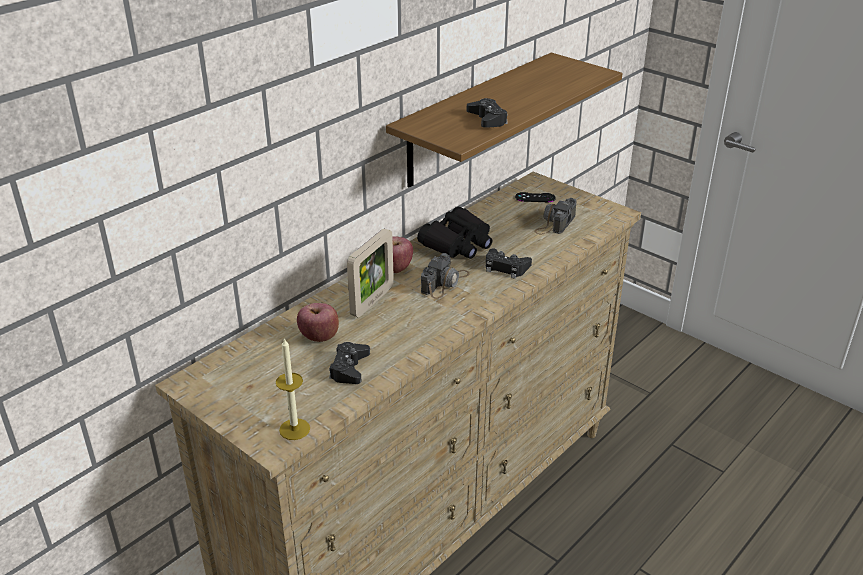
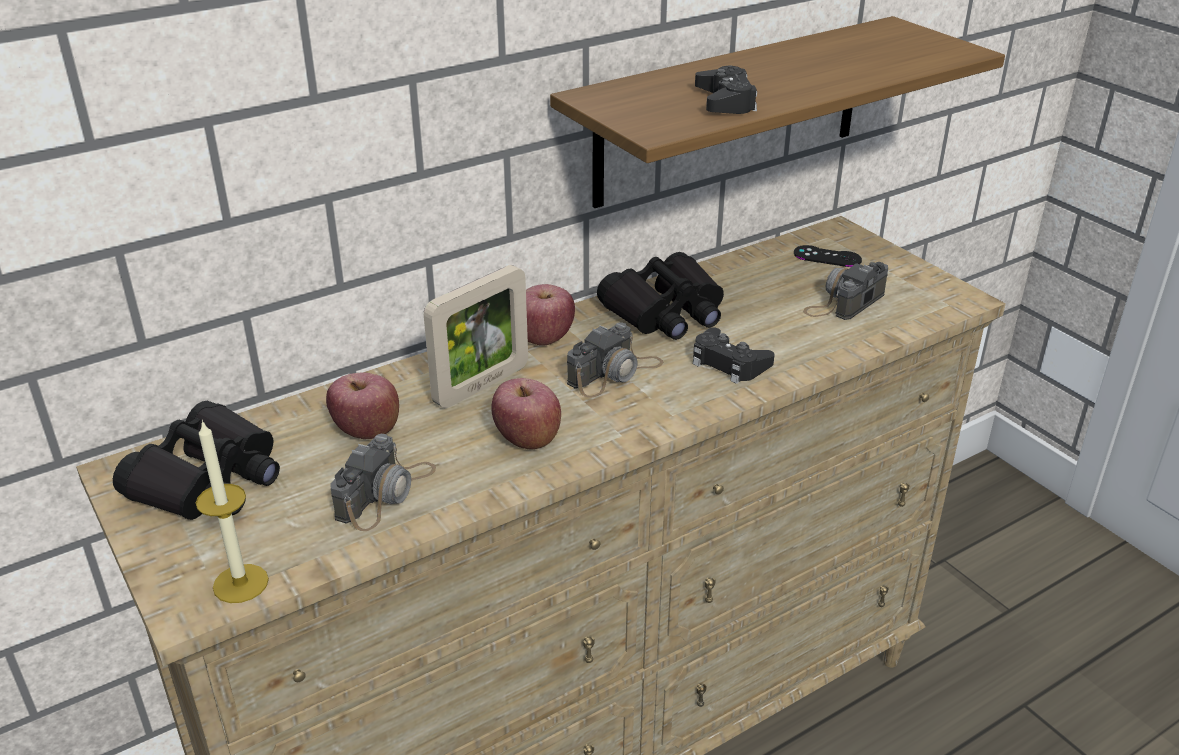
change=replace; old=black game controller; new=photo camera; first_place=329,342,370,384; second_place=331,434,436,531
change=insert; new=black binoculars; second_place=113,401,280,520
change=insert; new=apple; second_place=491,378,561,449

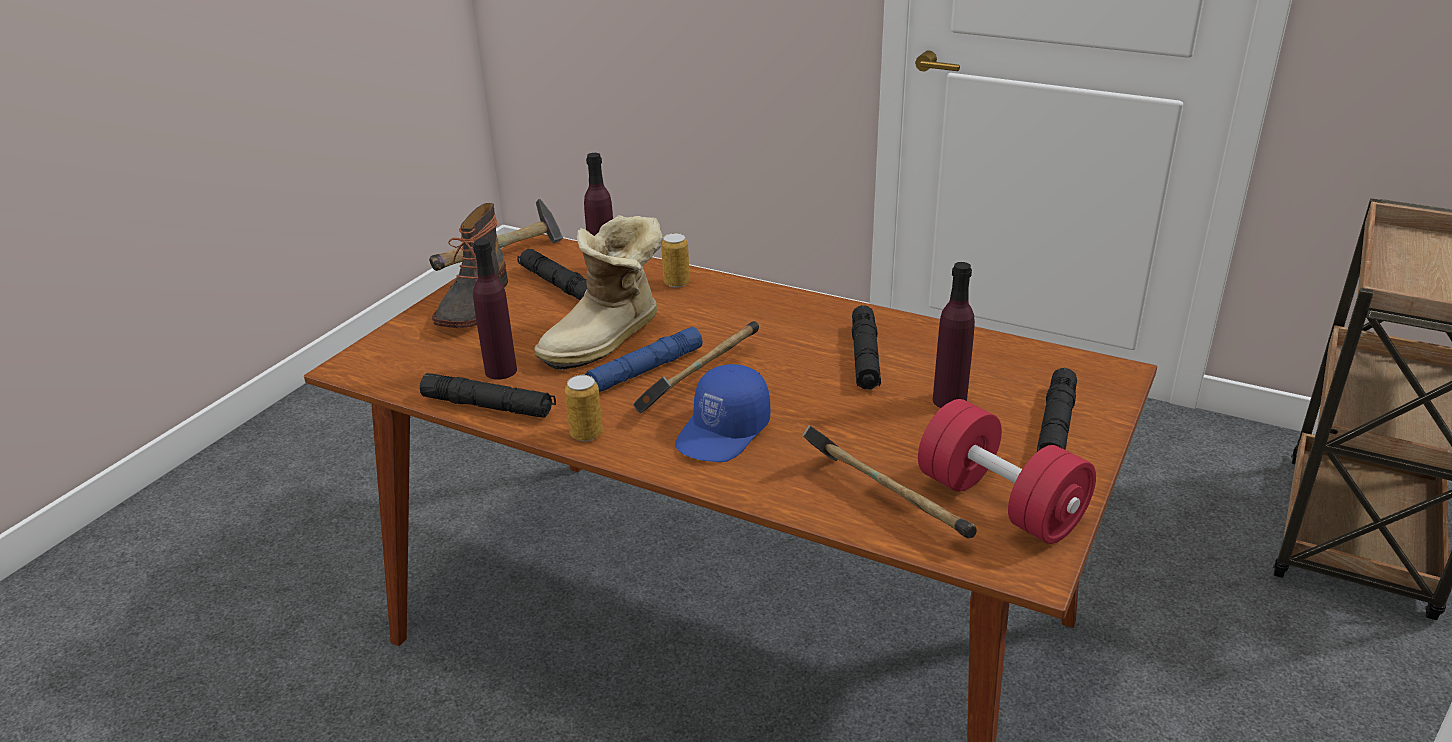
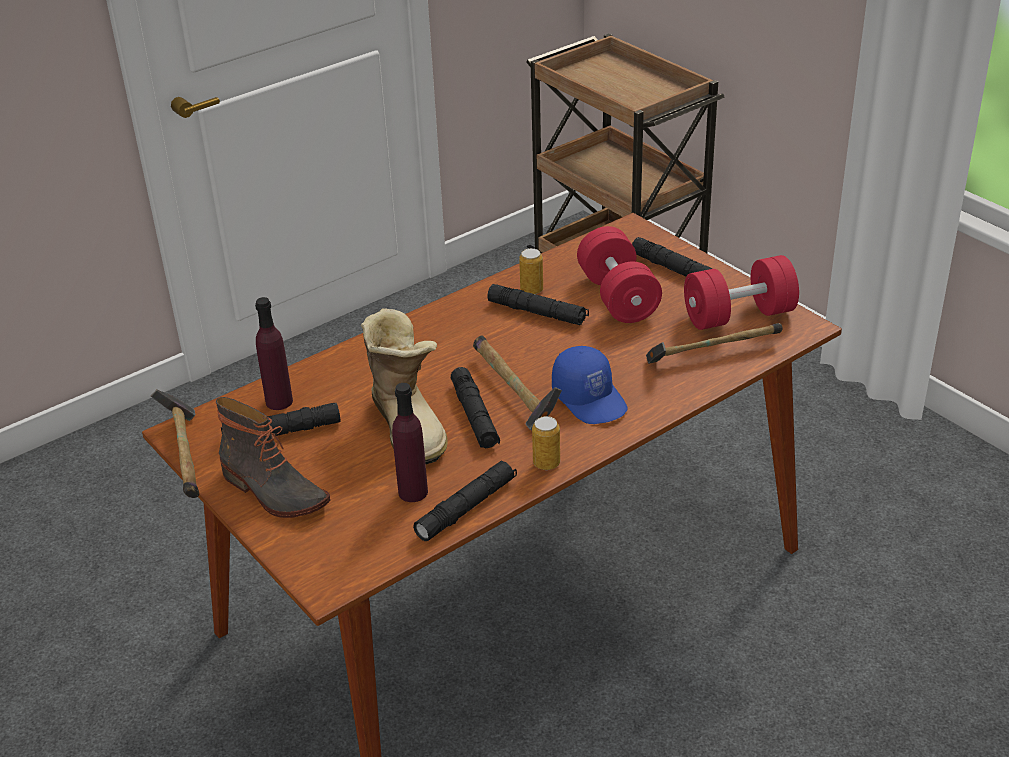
change=recolor; old=blue flashlight; new=black flashlight; first_place=584,327,703,392; second_place=451,367,500,448
change=move; old=can; first_place=661,233,690,287; second_place=519,248,543,295
change=replace; old=purple bottle; new=red dumbbell; first_place=933,262,975,408; second_place=577,226,662,323

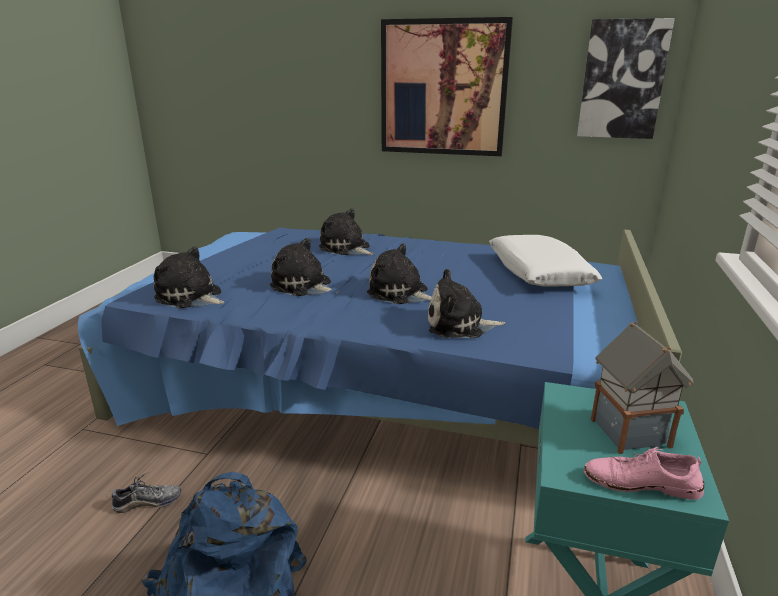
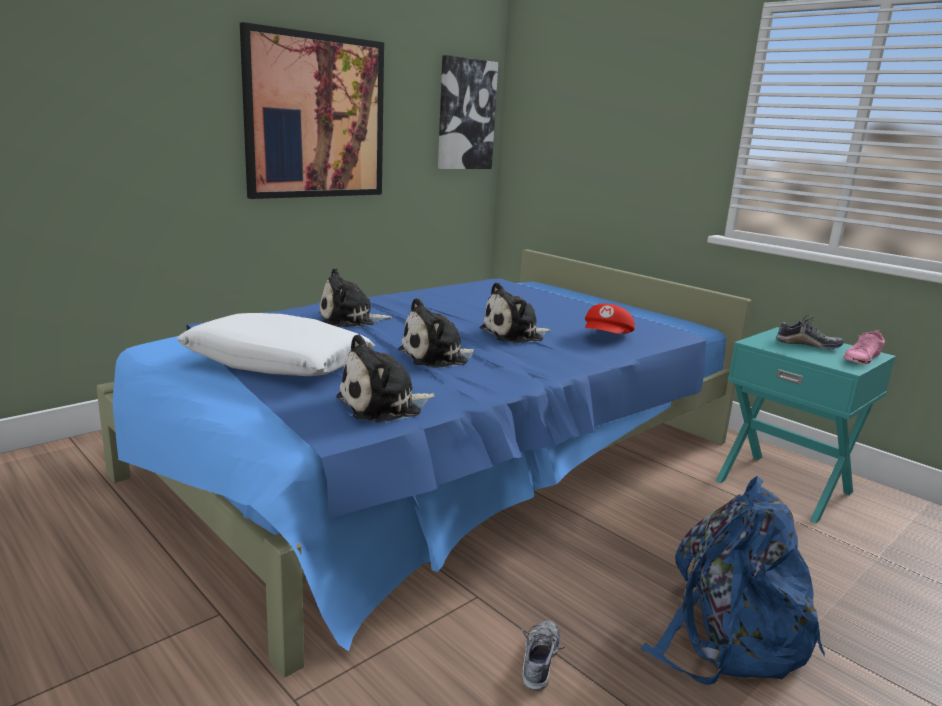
change=replace; old=plush toy; new=red cap; first_place=428,269,505,338; second_place=585,304,635,334
change=move; old=white pillow; first_place=489,235,602,287; second_place=177,313,375,376
change=replace; old=toy house; new=shoe; first_place=591,322,693,454; second_place=776,315,844,349

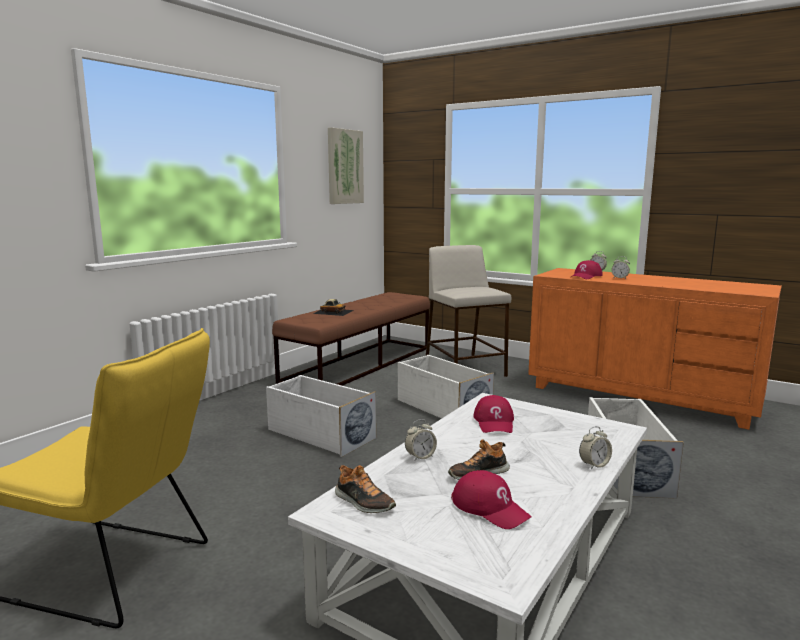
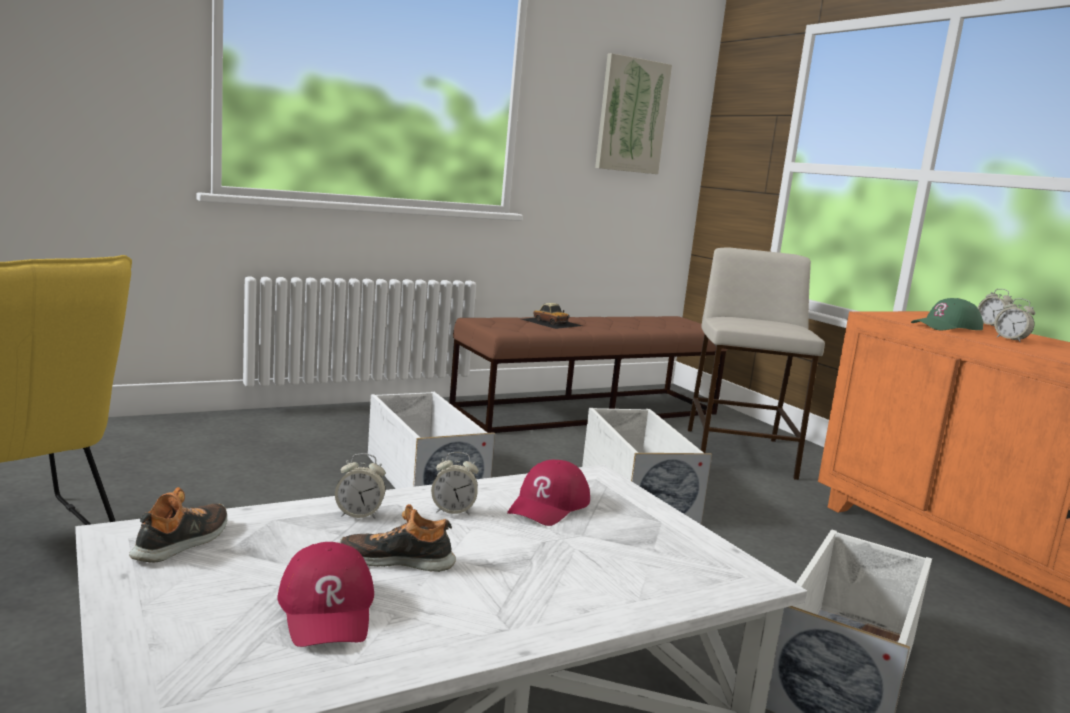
change=rotate; old=shoe; first_place=335,465,396,513; second_place=129,487,227,563; degrees=-135
change=recolor; old=red cap; new=green cap; first_place=571,260,602,279; second_place=911,298,983,330
change=move; old=alarm clock; first_place=579,426,612,469; second_place=431,452,479,515

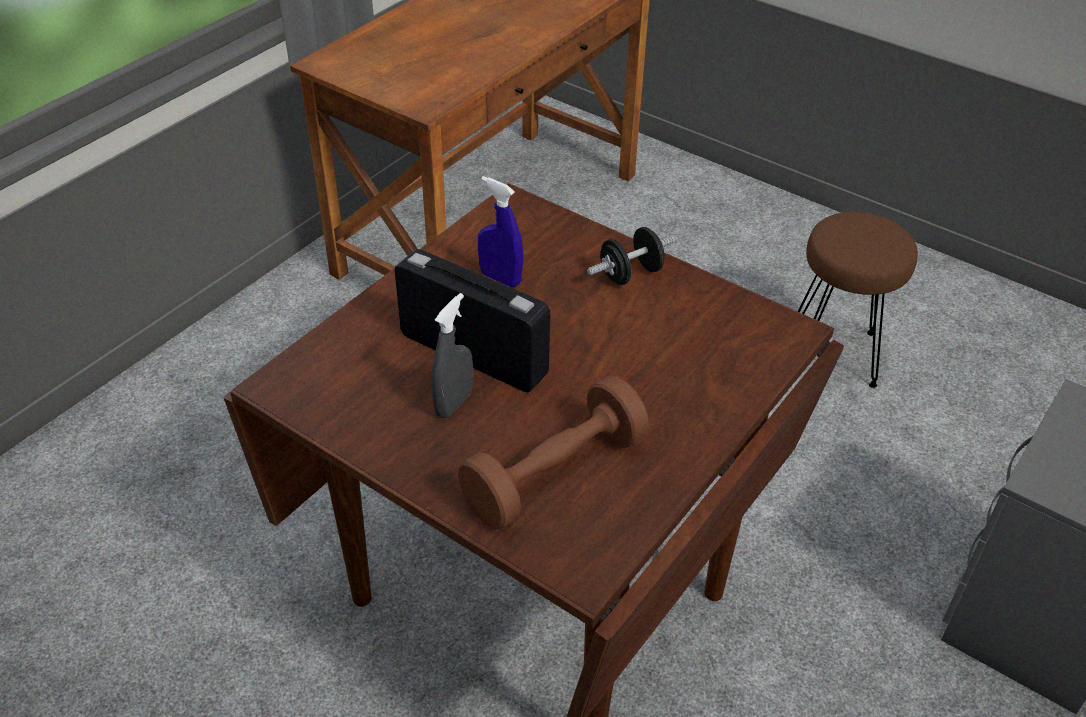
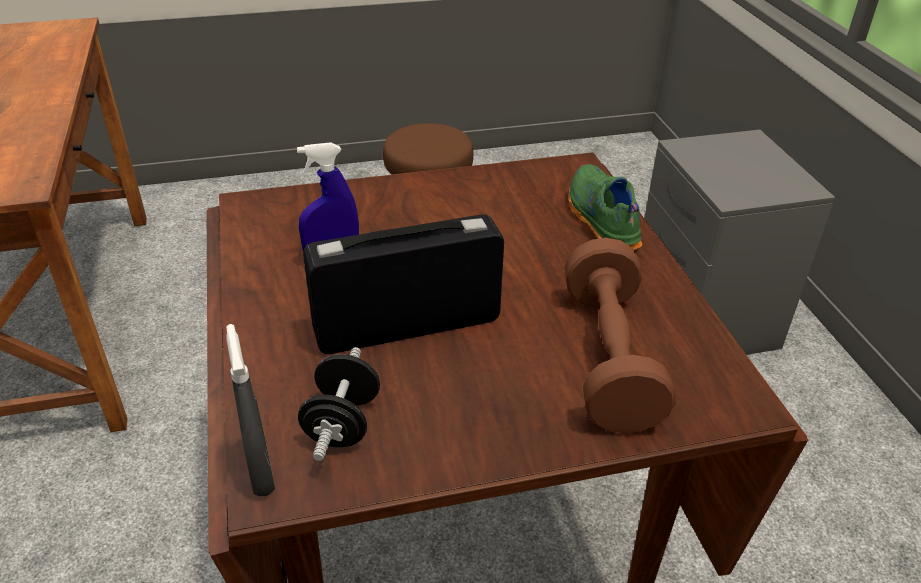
change=move; old=grey spray bottle; first_place=431,293,473,418; second_place=226,324,275,496
change=move; old=black dumbbell; first_place=587,227,675,285; second_place=298,347,380,461
change=insert; new=green shoe; second_place=568,164,642,251

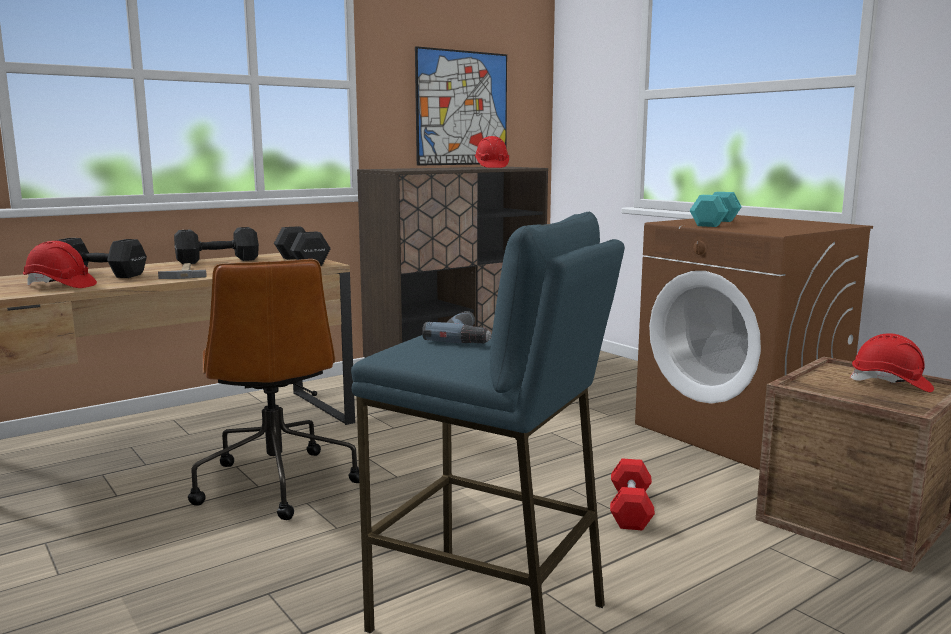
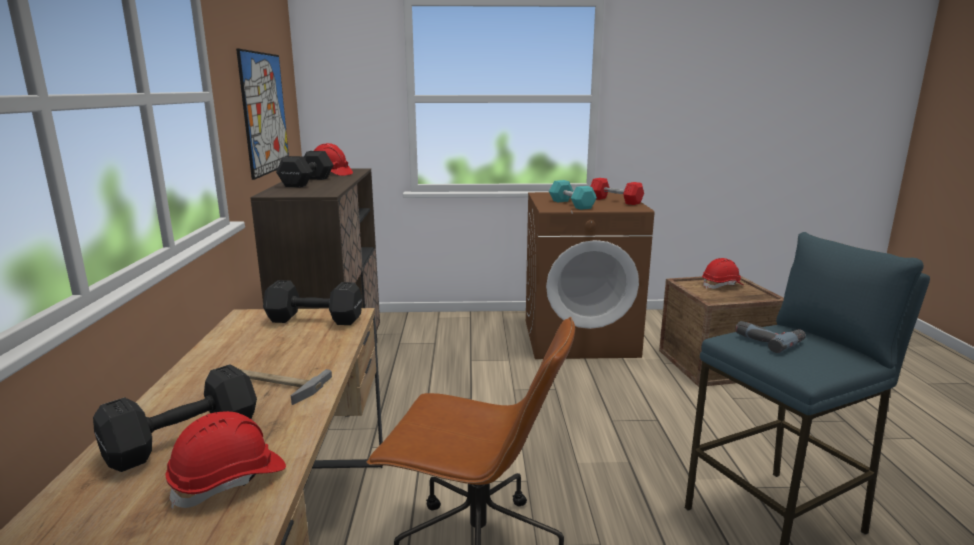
change=move; old=black dumbbell; first_place=174,227,259,264; second_place=276,151,333,187
change=move; old=red dumbbell; first_place=610,458,655,531; second_place=590,178,644,205

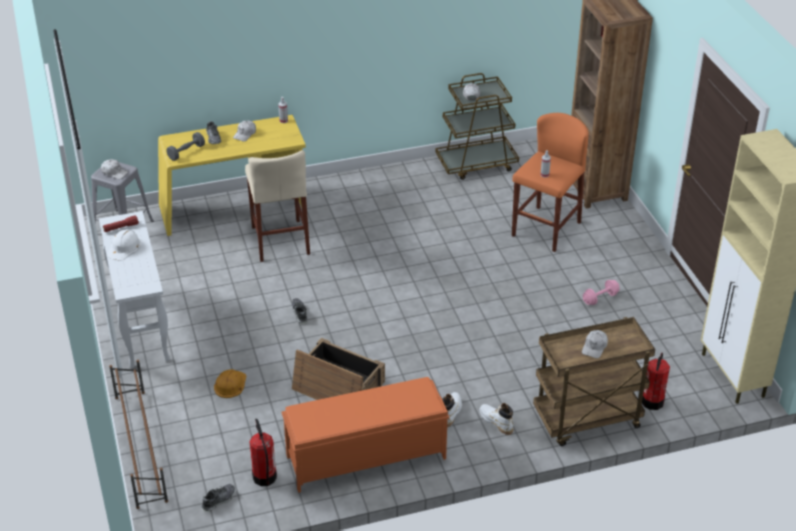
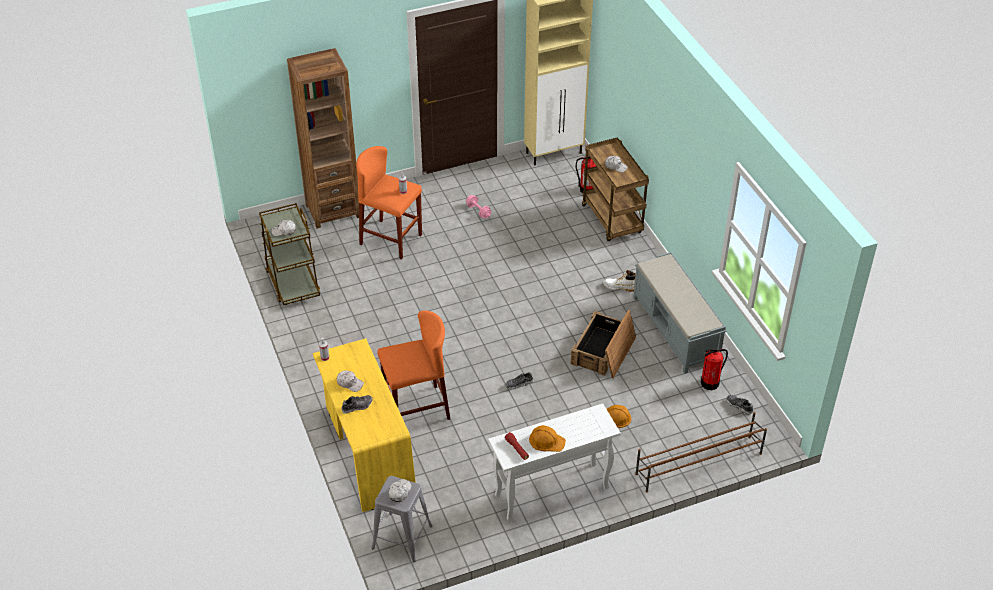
change=recolor; old=white hard hat; new=orange hard hat; first_place=107,229,142,261; second_place=529,425,566,452
change=delete; old=grey dumbbell; first_place=166,132,205,161
change=recolor; old=beige stool; new=orange stool; first_place=245,150,310,262; second_place=377,310,450,420
change=recolor; old=orange bench; new=grey bench; first_place=282,377,449,493; second_place=633,252,726,374
change=delete; old=white boot; first_place=479,403,513,435

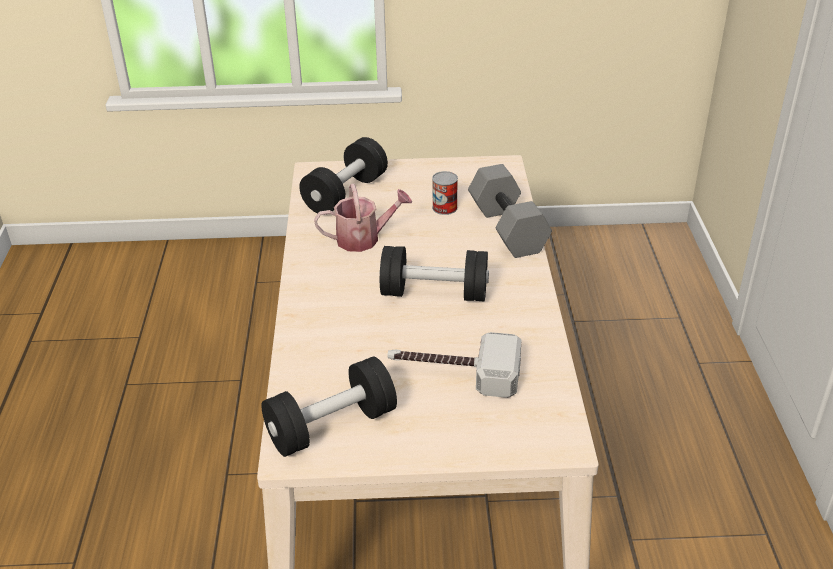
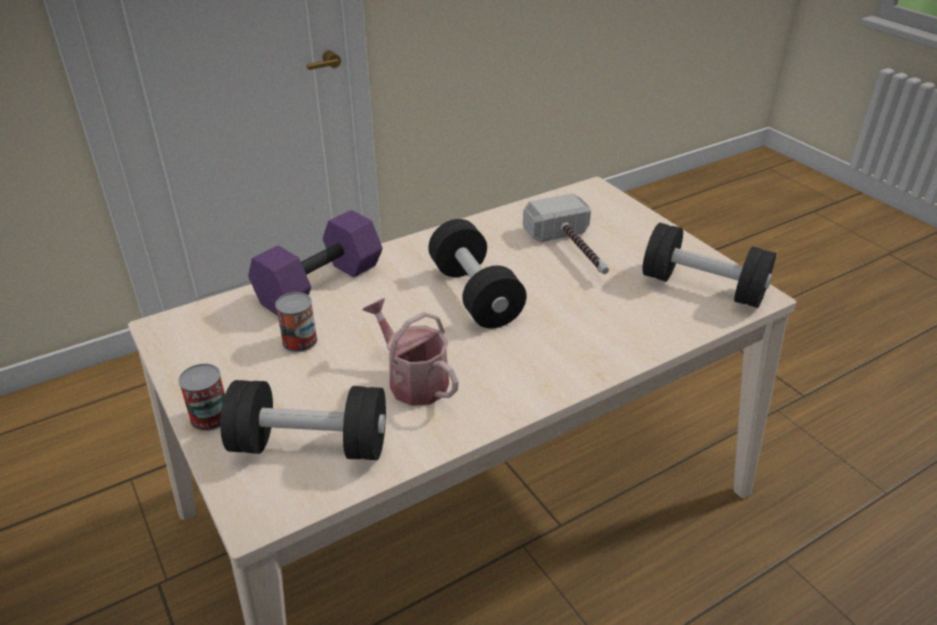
change=recolor; old=grey dumbbell; new=purple dumbbell; first_place=468,164,552,258; second_place=248,210,383,316
change=insert; new=can; second_place=178,363,225,431

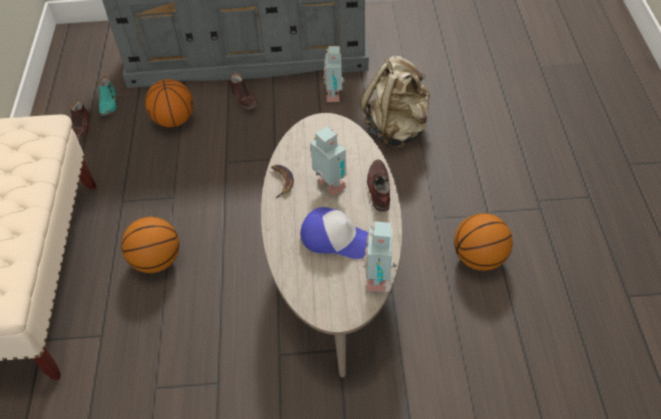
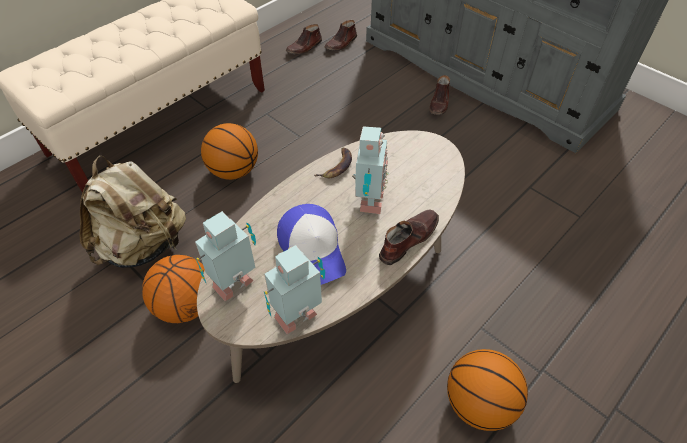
change=recolor; old=turquoise shoe; new=brown shoe; first_place=98,76,117,116; second_place=324,20,357,51
change=move; old=basketball; first_place=145,79,194,127; second_place=142,255,205,323
change=move; old=toy robot; first_place=323,46,346,102; second_place=195,211,256,301
change=move; old=beige backpack; first_place=360,56,430,149; second_place=79,155,186,268

